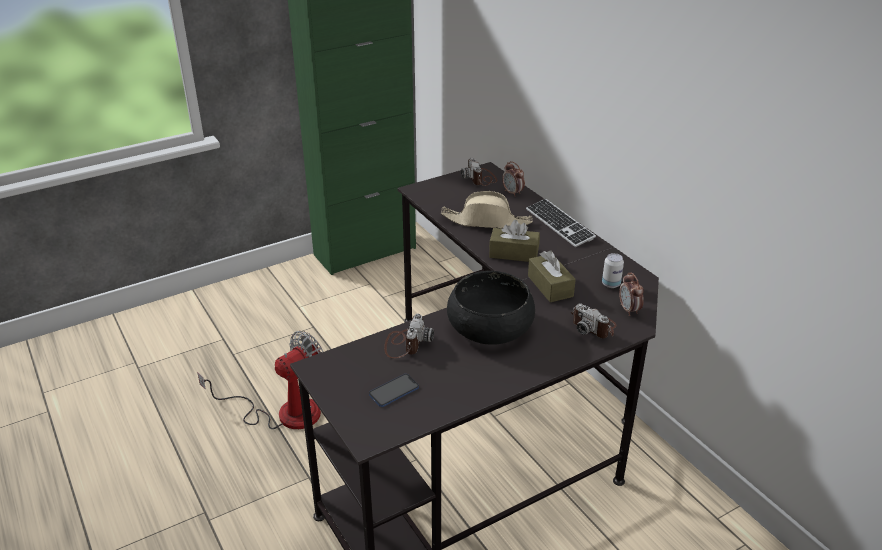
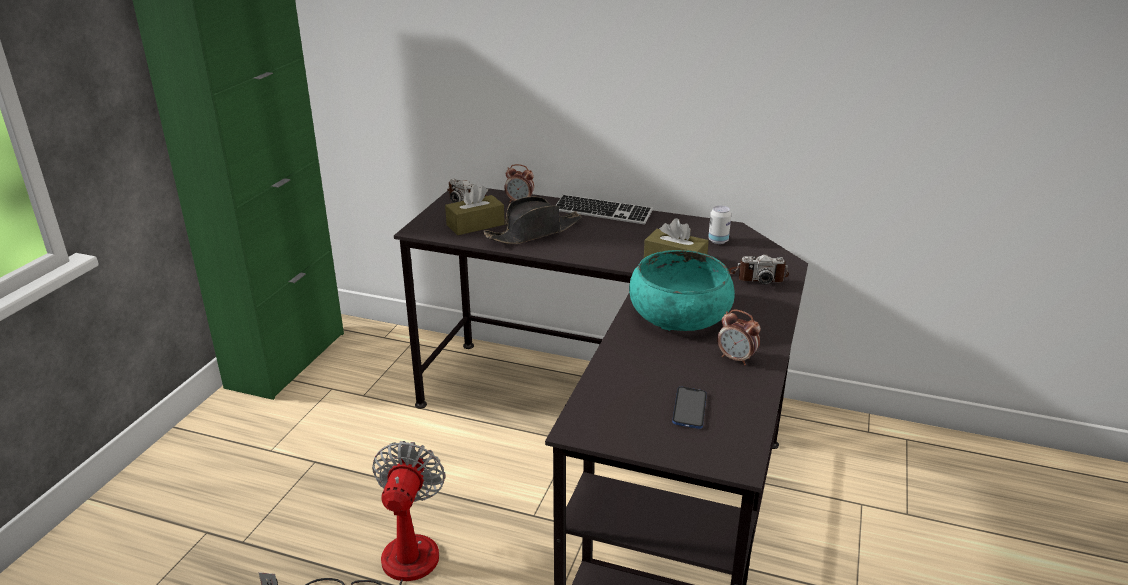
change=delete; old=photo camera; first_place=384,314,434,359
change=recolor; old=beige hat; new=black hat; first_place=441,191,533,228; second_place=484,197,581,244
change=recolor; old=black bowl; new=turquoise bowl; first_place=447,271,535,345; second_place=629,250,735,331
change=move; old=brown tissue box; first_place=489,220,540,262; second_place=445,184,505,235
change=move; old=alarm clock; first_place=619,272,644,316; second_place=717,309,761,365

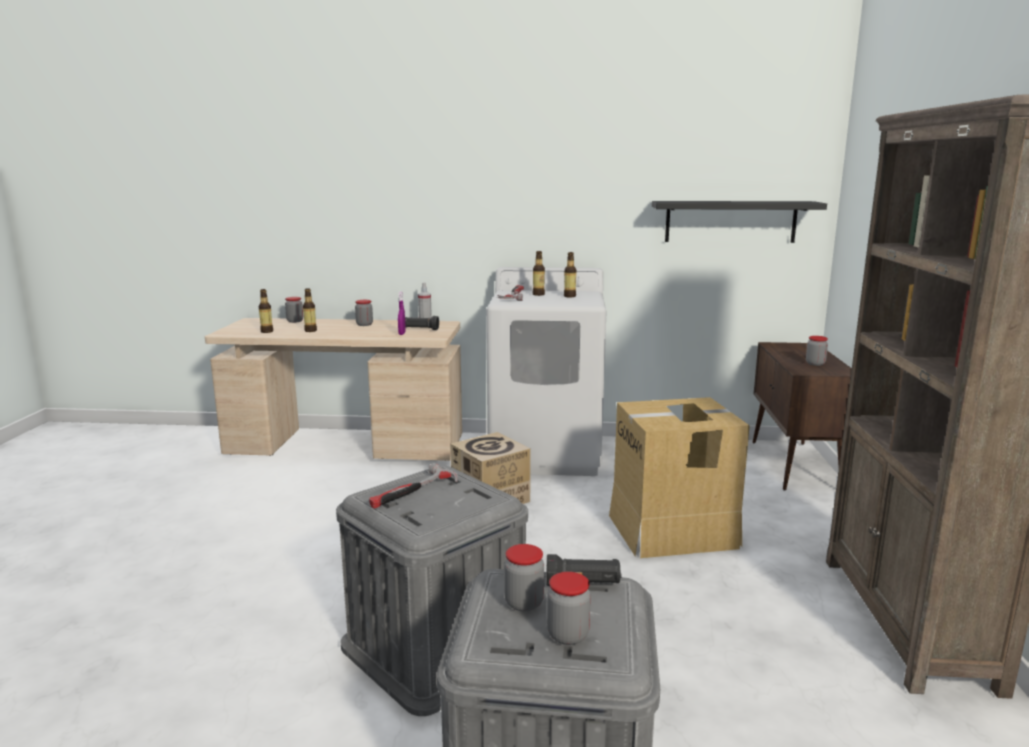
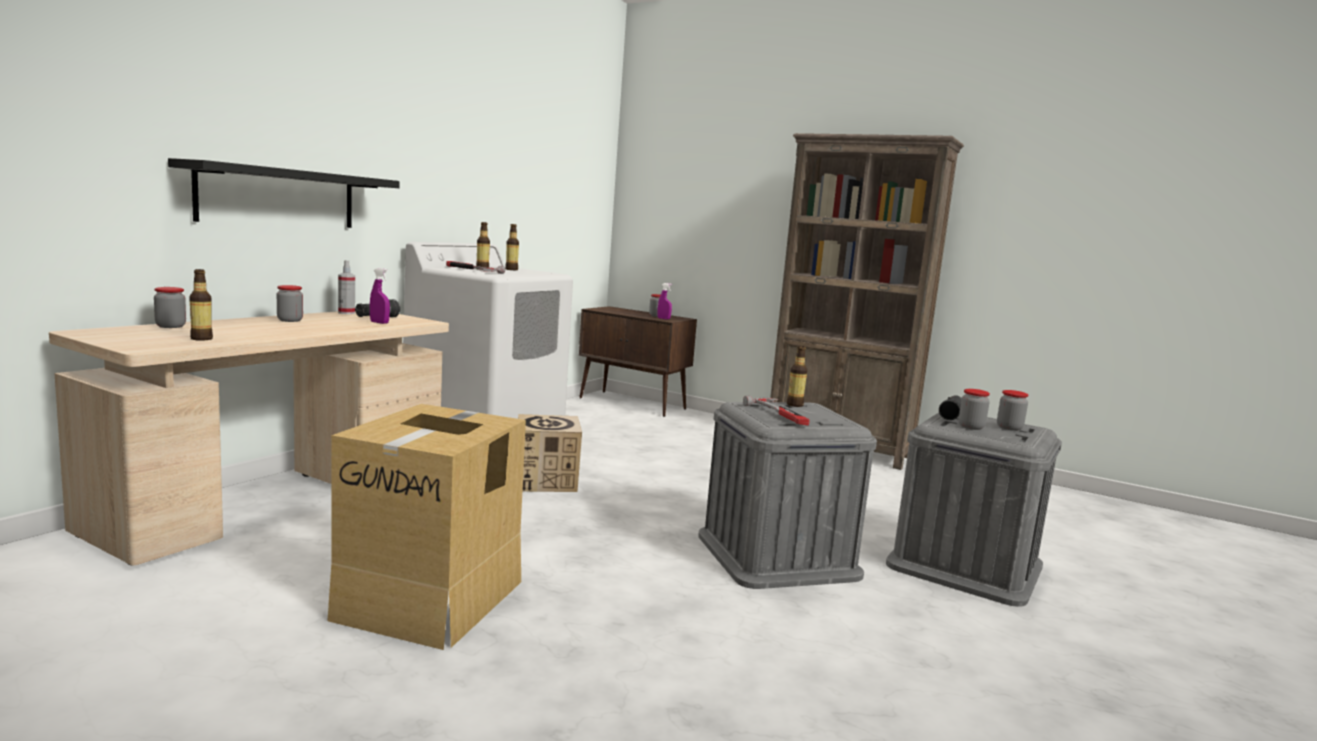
change=move; old=bottle; first_place=303,288,317,332; second_place=787,346,807,407
change=move; old=cardboard box; first_place=609,397,750,558; second_place=327,404,526,650
change=move; old=black shelf; first_place=652,201,827,243; second_place=168,158,400,228
change=insert; new=purple spray bottle; second_place=657,283,672,319

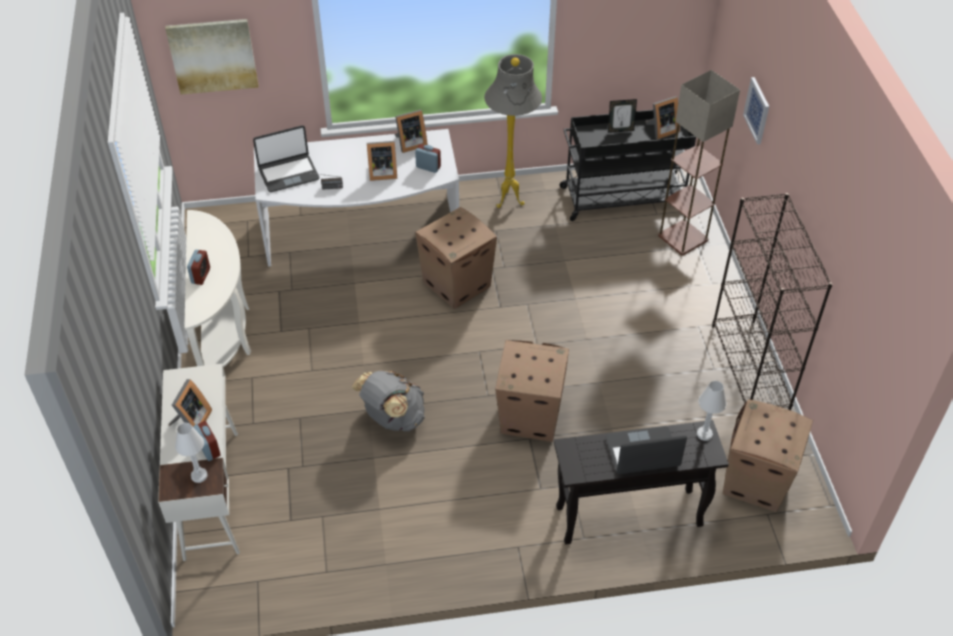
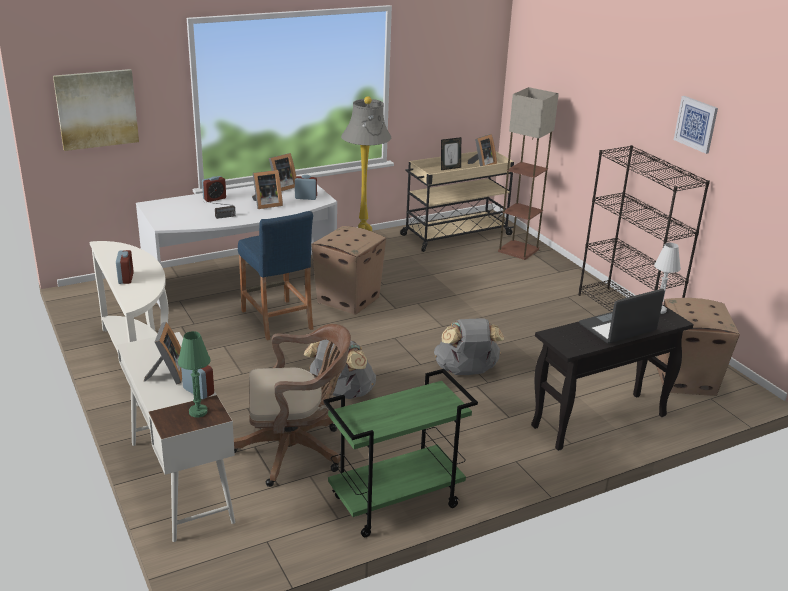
change=recolor; old=white table lamp; new=green table lamp; first_place=175,423,208,483; second_place=178,331,211,417
change=delete; old=laptop; first_place=253,125,319,192
change=replace; old=cardboard box; new=grey backpack; first_place=495,340,569,442; second_place=434,318,504,375
change=recolor; old=black cart; new=beige cart; first_place=560,110,696,221; second_place=400,151,514,252
change=move; old=picture; first_place=743,77,769,145; second_place=674,96,718,154
change=insert; new=alarm clock; second_place=202,176,226,202
change=insert; new=brown office chair; second_place=234,324,351,487
change=insert; new=blue stool; second_place=238,211,313,341
change=insert; new=green cart; second_place=323,369,478,537

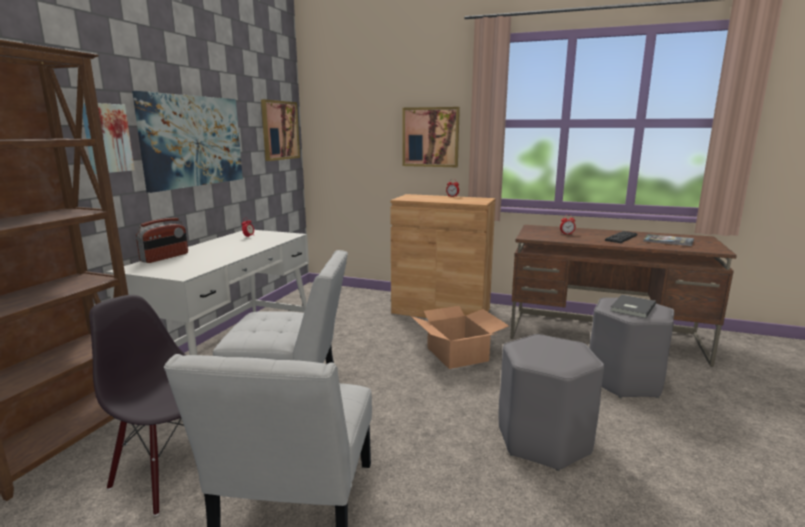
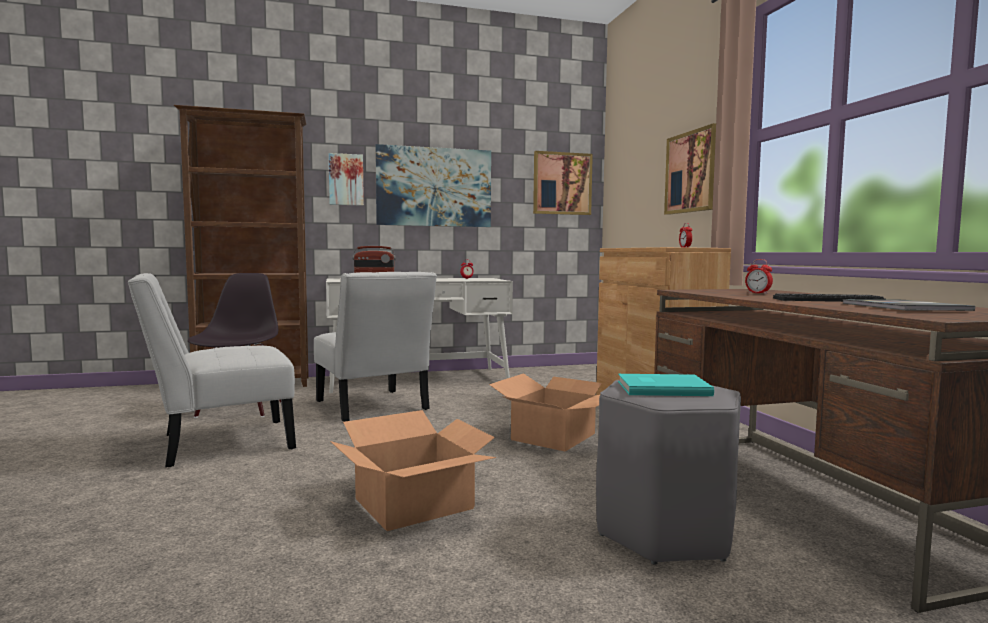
change=replace; old=grey stool; new=cardboard box; first_place=499,334,604,471; second_place=330,410,496,531
change=recolor; old=grey book; new=turquoise book; first_place=610,295,656,319; second_place=618,374,714,396

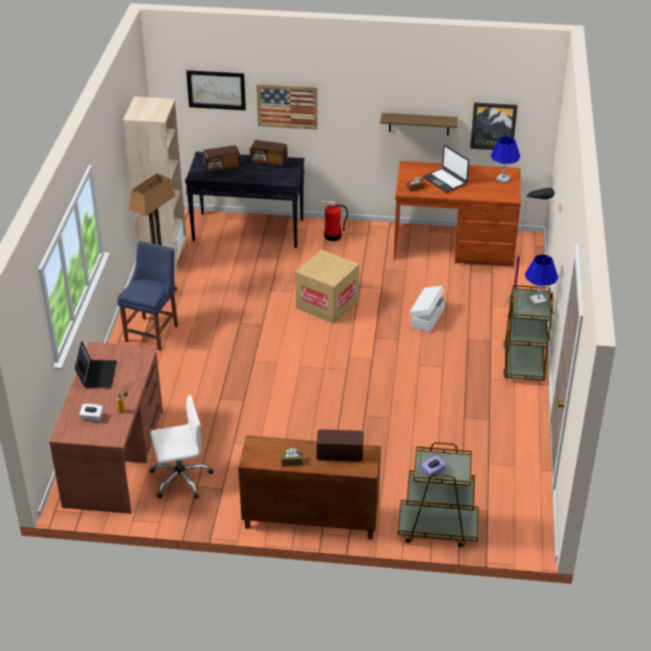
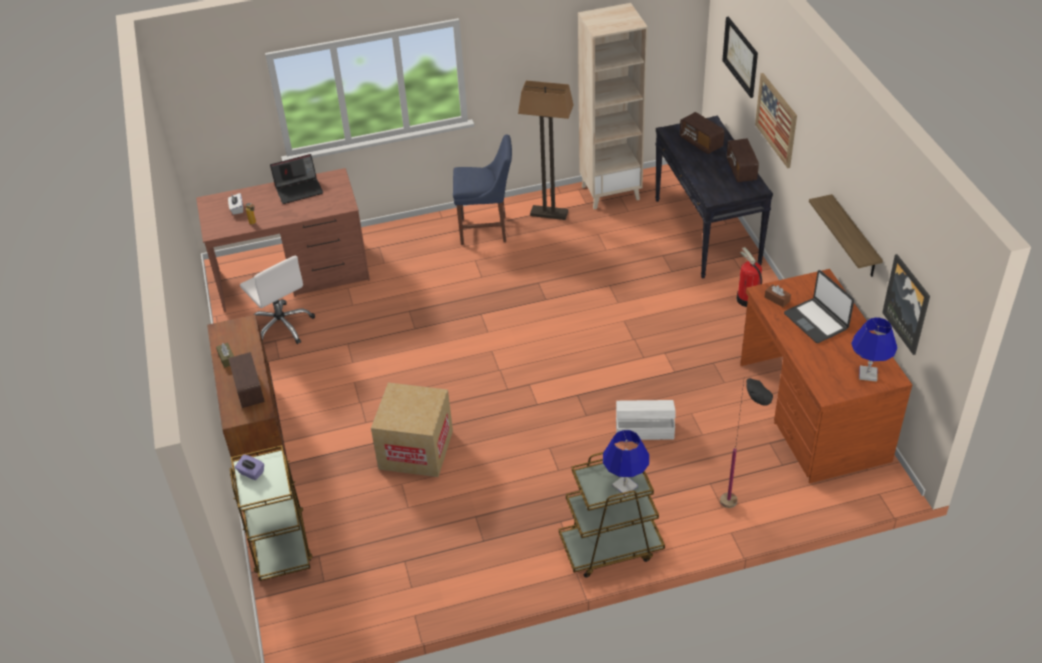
change=move; old=cardboard box; first_place=295,250,359,324; second_place=371,383,453,477
change=rotate; old=laptop; first_place=423,145,469,193; second_place=784,270,854,343; degrees=-60

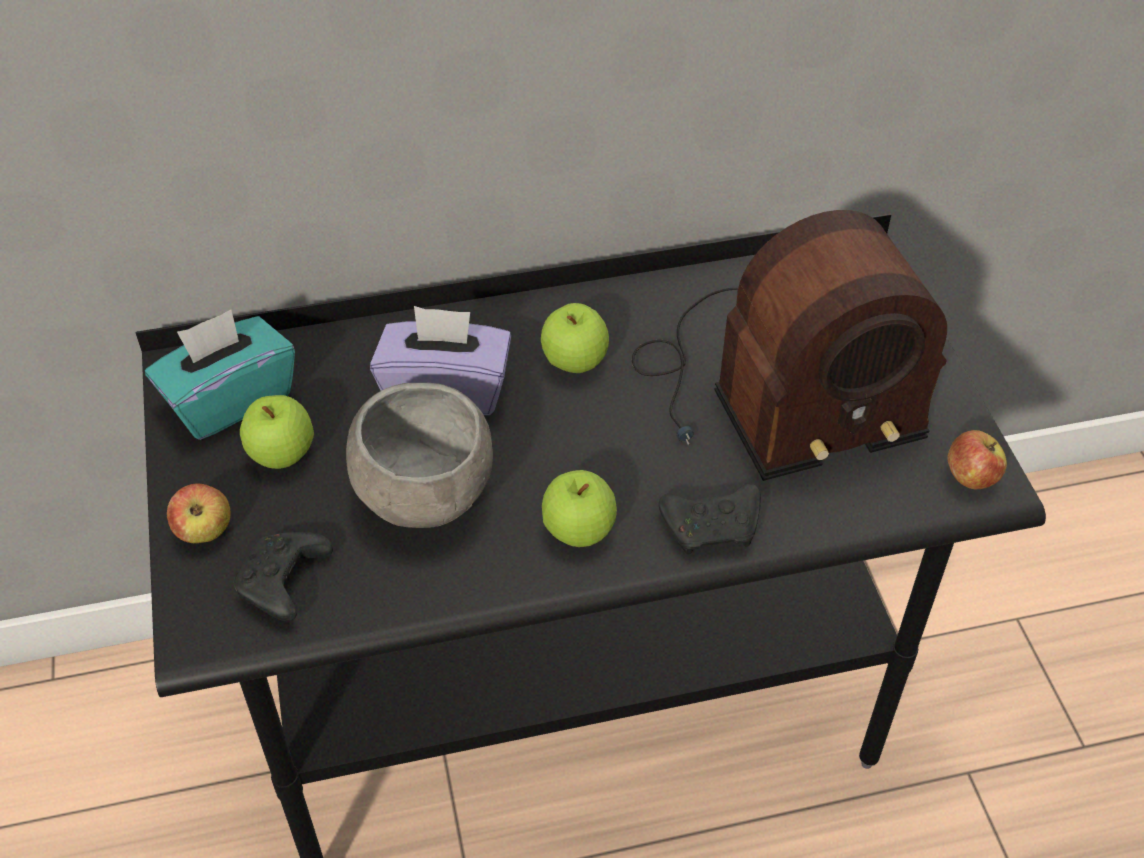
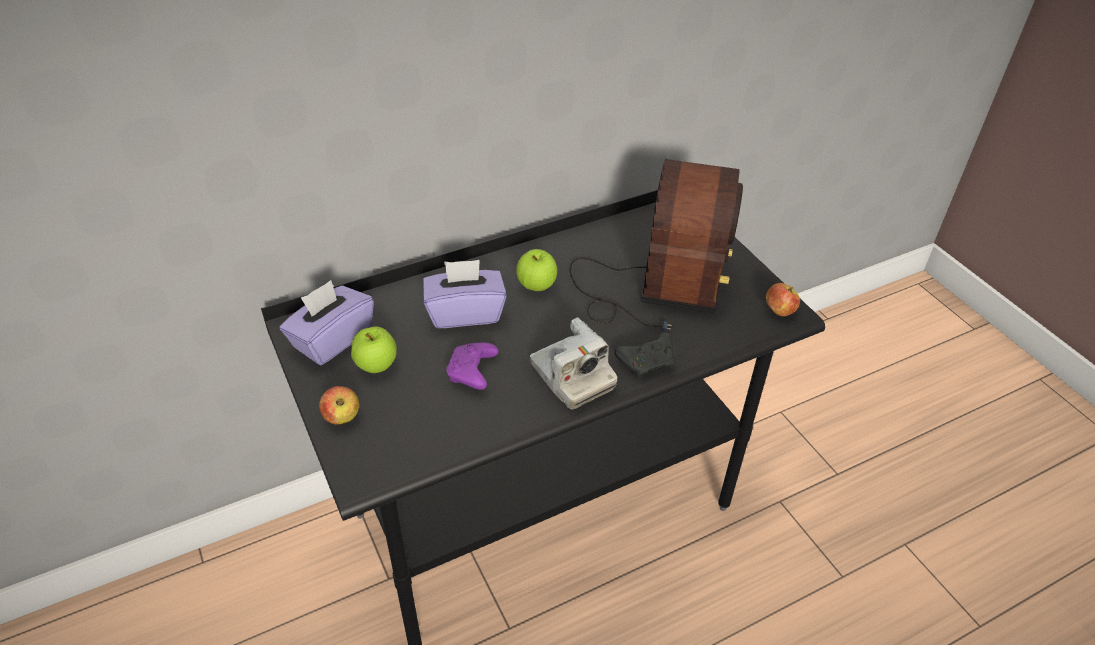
change=recolor; old=turquoise tissue box; new=purple tissue box; first_place=145,310,295,440; second_place=280,280,374,365
change=delete; old=black game controller; first_place=234,532,333,621
change=replace; old=grey bowl; new=purple game controller; first_place=346,383,493,528; second_place=446,343,499,390
change=replace; old=apple; new=photo camera; first_place=542,470,617,547; second_place=530,317,617,410
change=rotate; old=radio; first_place=632,210,947,481; second_place=570,159,743,331; degrees=-45

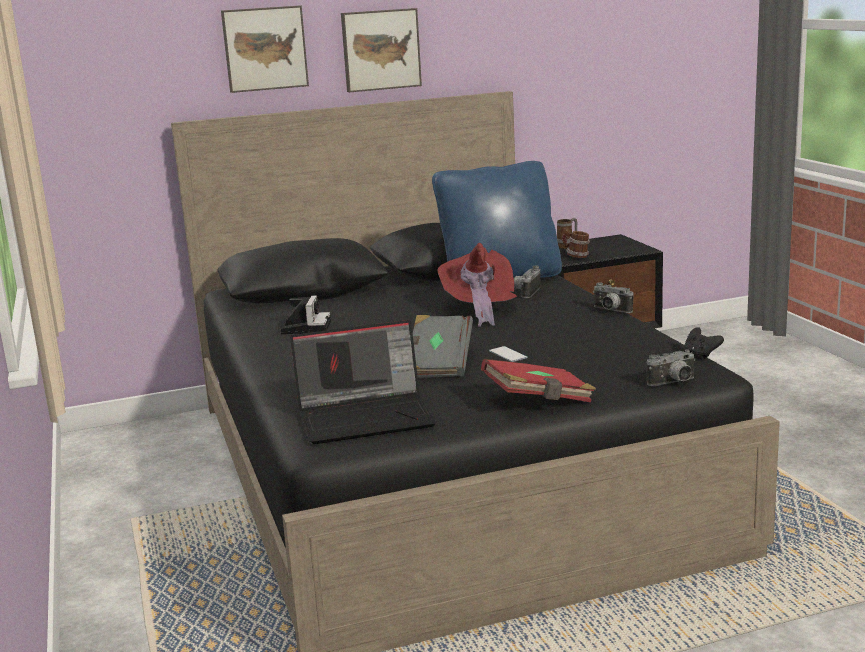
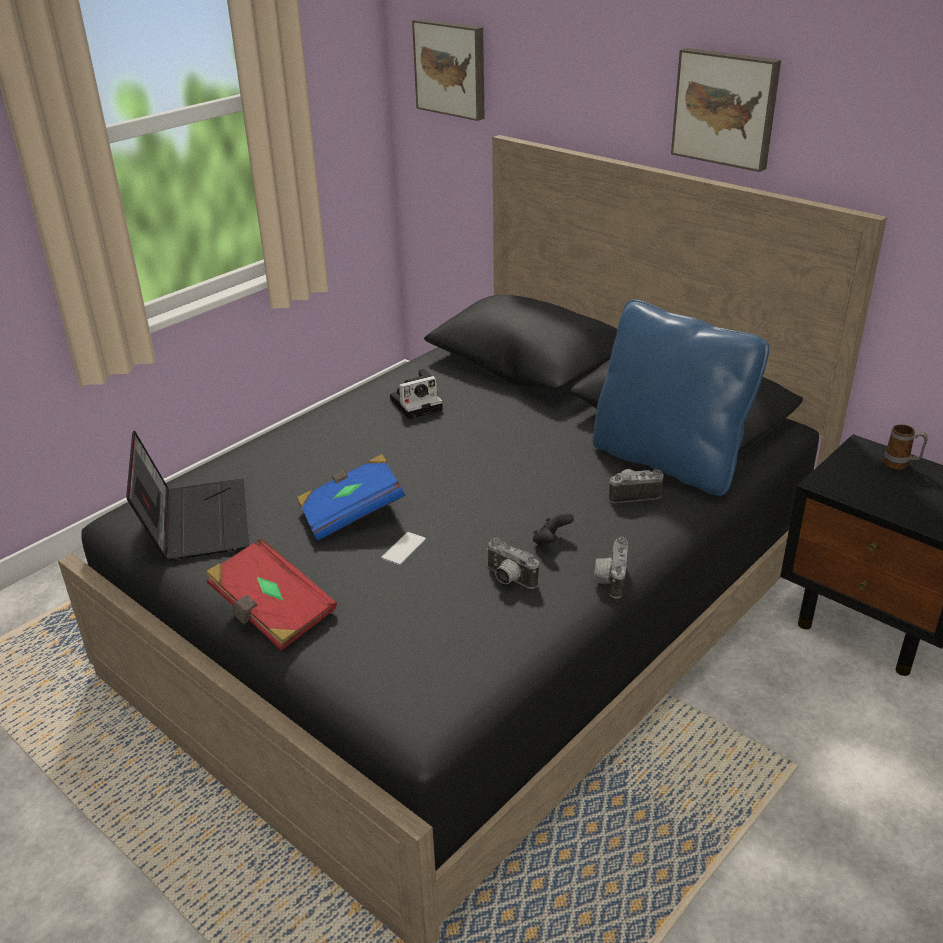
change=move; old=picture; first_place=221,6,309,93; second_place=412,19,485,121
change=rotate; old=laptop; first_place=290,320,436,444; second_place=126,430,249,560; degrees=-150
change=recolor; old=grey book; new=blue book; first_place=413,315,473,378; second_place=297,454,405,541
change=delete; old=red hat; first_place=437,243,517,327
change=delete; old=mug; first_place=562,228,590,258
change=move; old=photo camera; first_place=647,349,696,386; second_place=486,537,539,589
change=move; old=black game controller; first_place=684,327,724,359; second_place=533,513,574,547

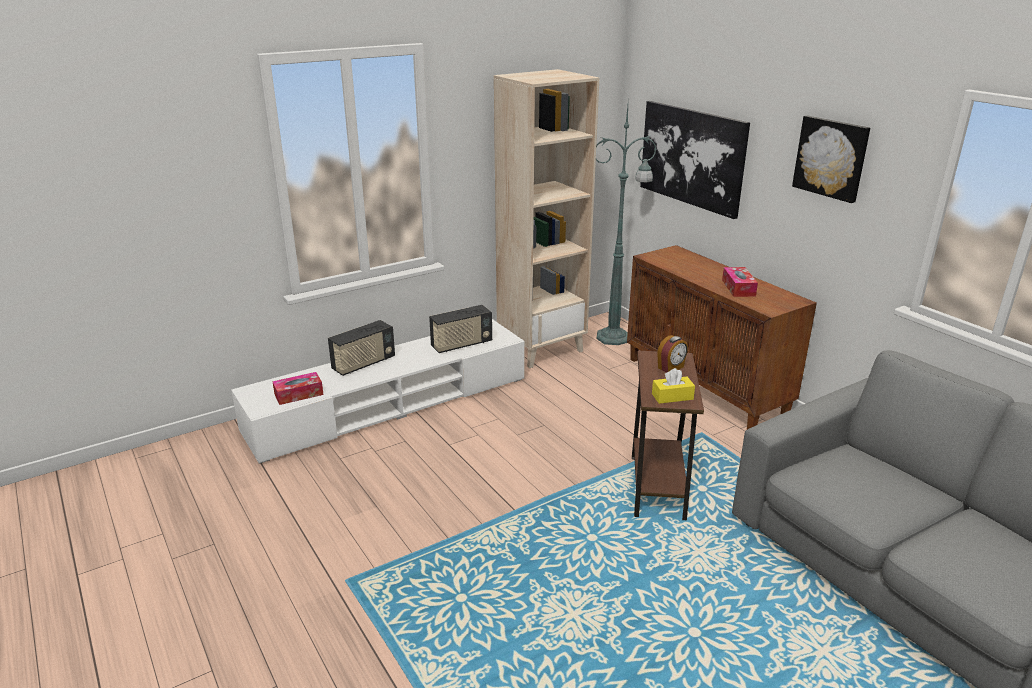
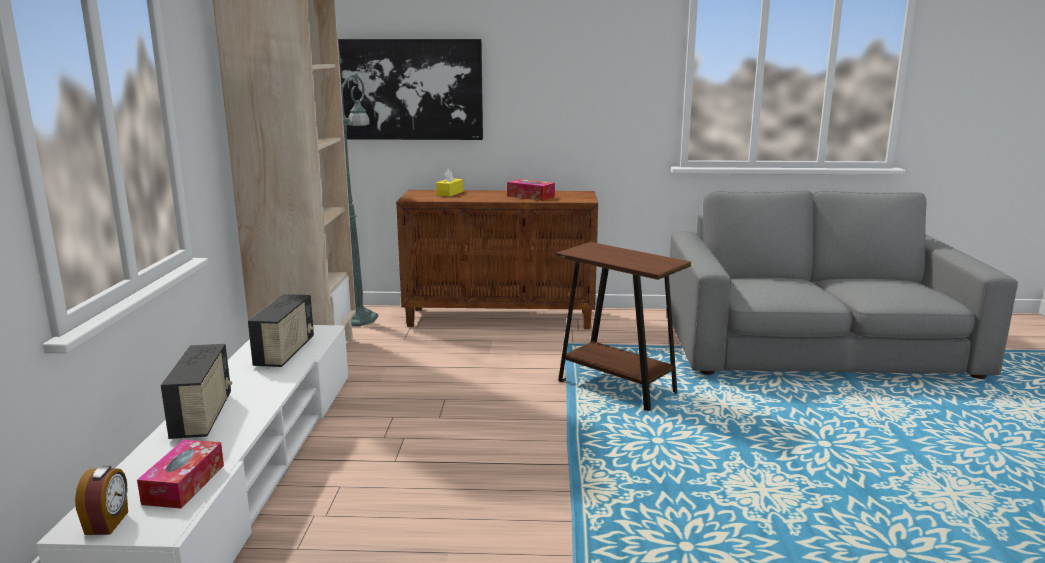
change=move; old=yellow tissue box; first_place=652,368,695,404; second_place=436,168,463,197
change=move; old=alarm clock; first_place=657,335,688,373; second_place=75,466,128,535
change=delete; old=picture; first_place=792,116,870,203

